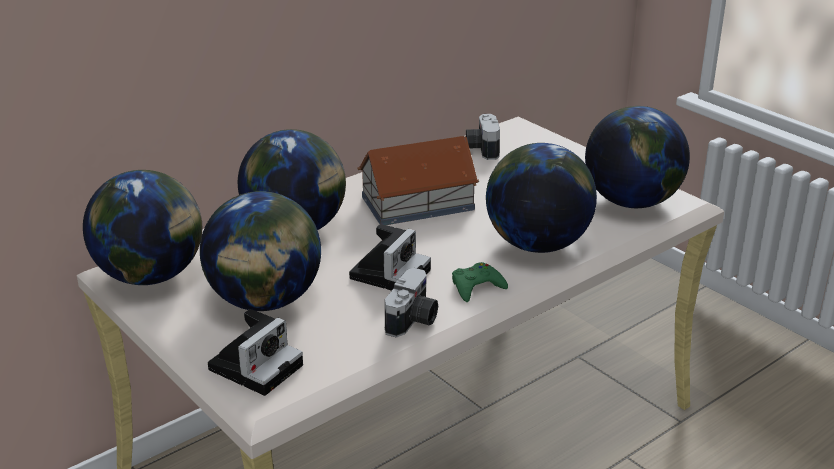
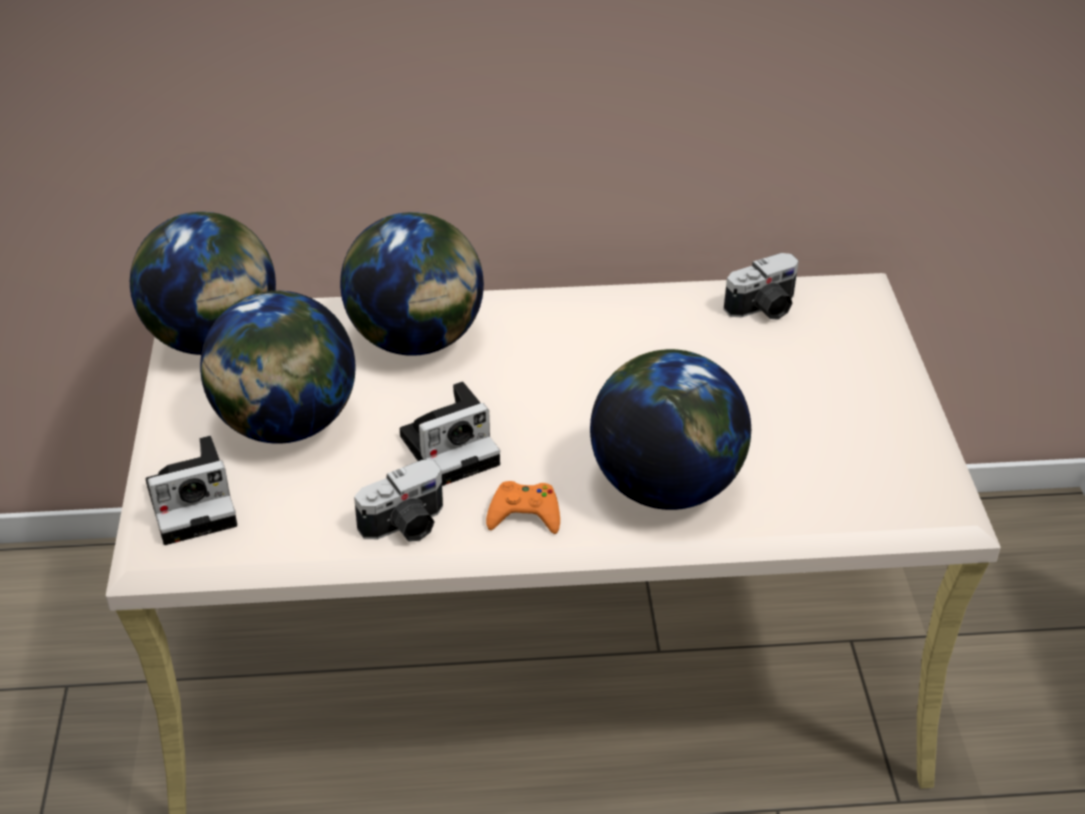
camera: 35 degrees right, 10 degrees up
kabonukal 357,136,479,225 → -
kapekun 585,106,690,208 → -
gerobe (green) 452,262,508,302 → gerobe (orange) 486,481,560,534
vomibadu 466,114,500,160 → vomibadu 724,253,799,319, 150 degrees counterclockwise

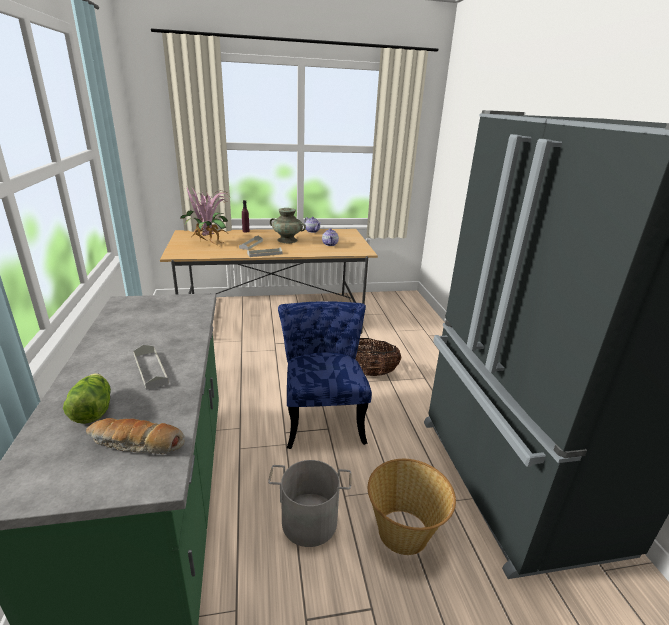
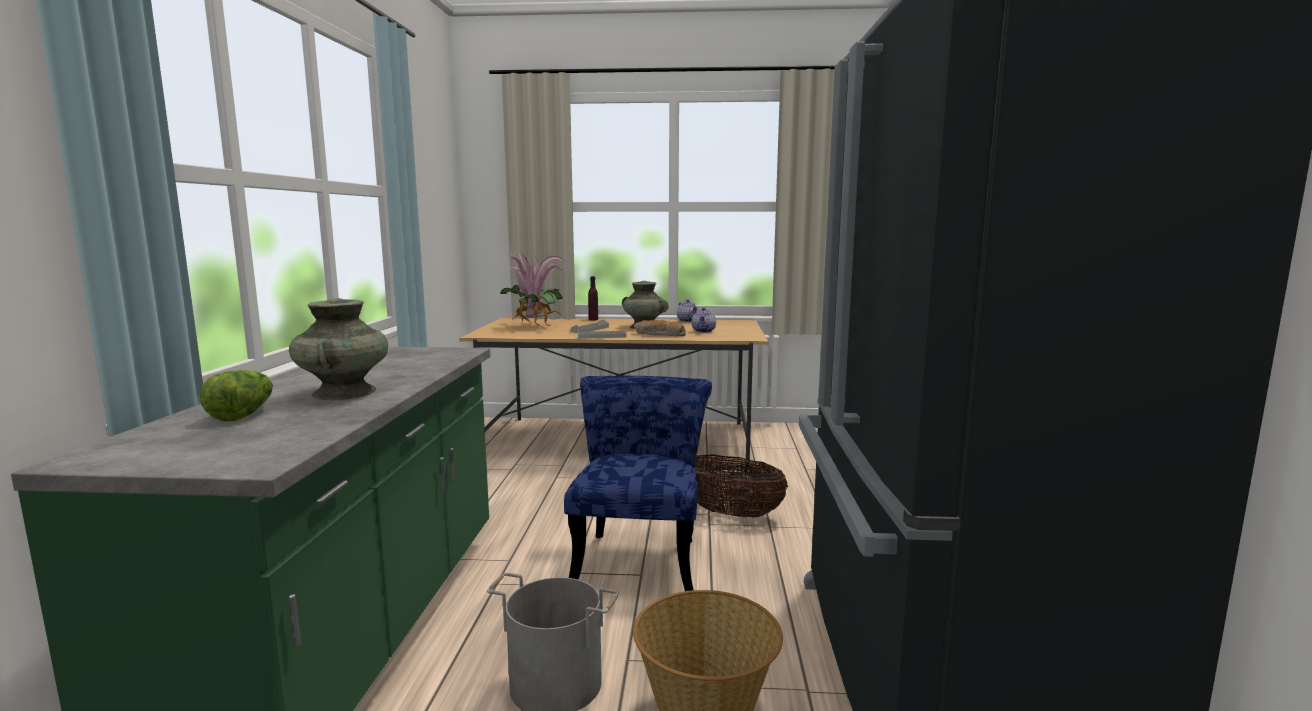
camera: 15 degrees right, 15 degrees down
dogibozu 86,418,185,454 → dogibozu 634,320,686,336, relocated
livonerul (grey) 133,345,169,390 → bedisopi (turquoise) 289,298,388,400

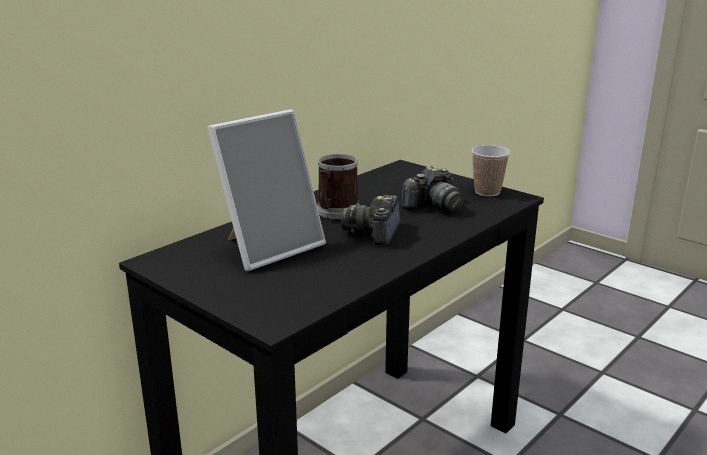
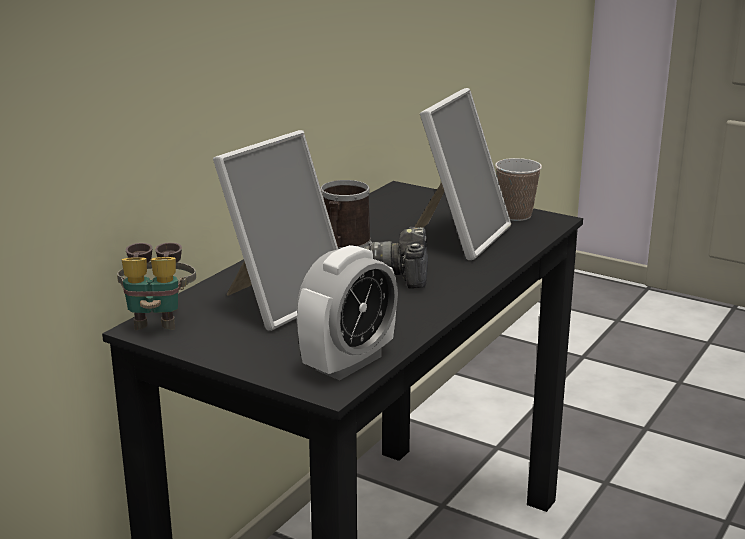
camera: 10 degrees left, 0 degrees up
- → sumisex 117,242,196,330
- → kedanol 297,245,398,380
vomibadu 402,166,464,213 → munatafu 414,88,511,260

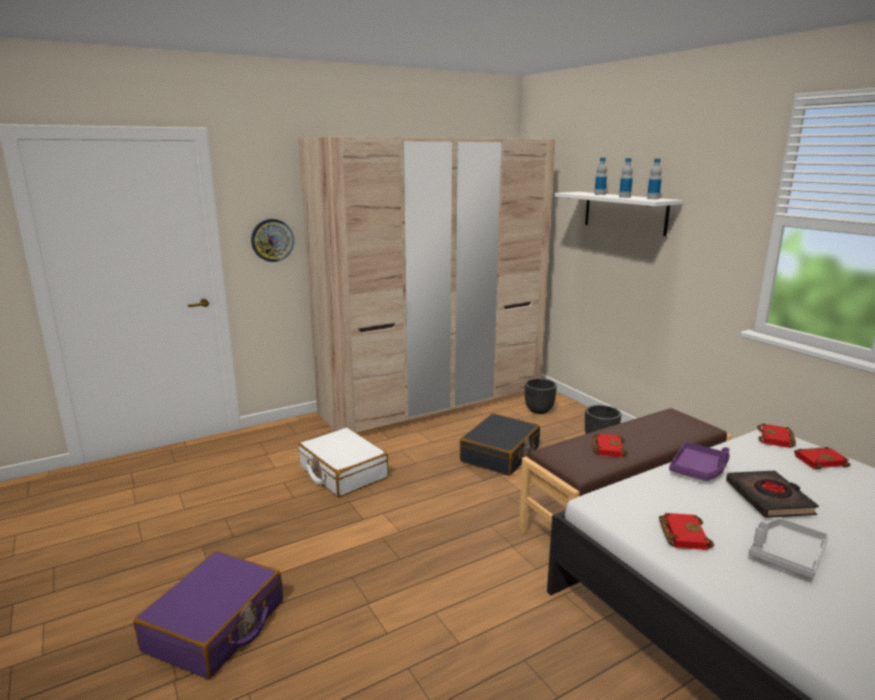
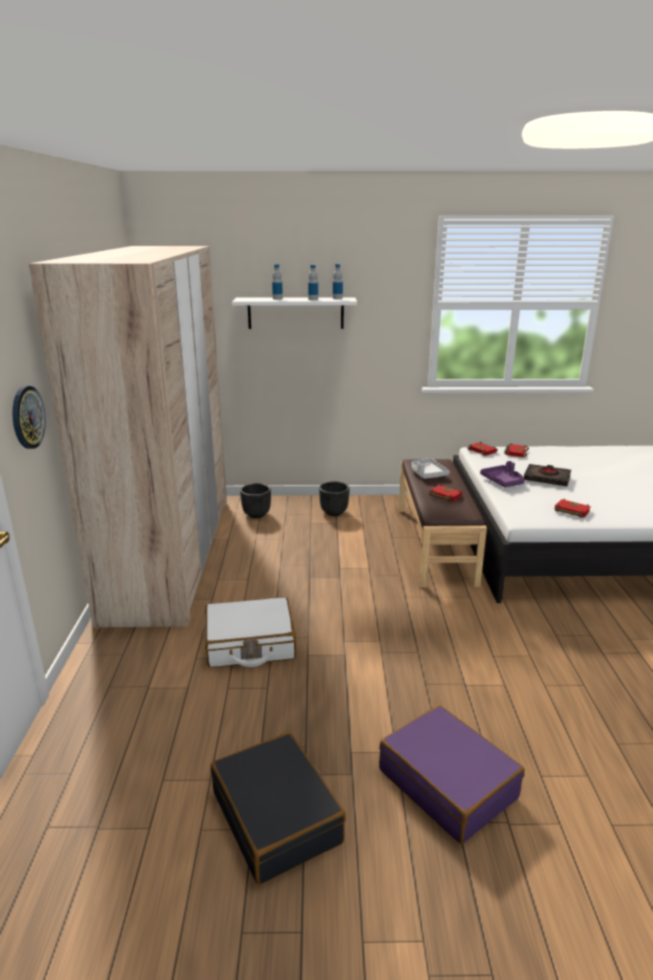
camera: 60 degrees left, 5 degrees up
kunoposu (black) 460,413,540,476 → kunoposu (black) 211,732,346,885, relocated
livonerul (grey) 749,518,829,578 → livonerul (grey) 412,458,449,479, relocated

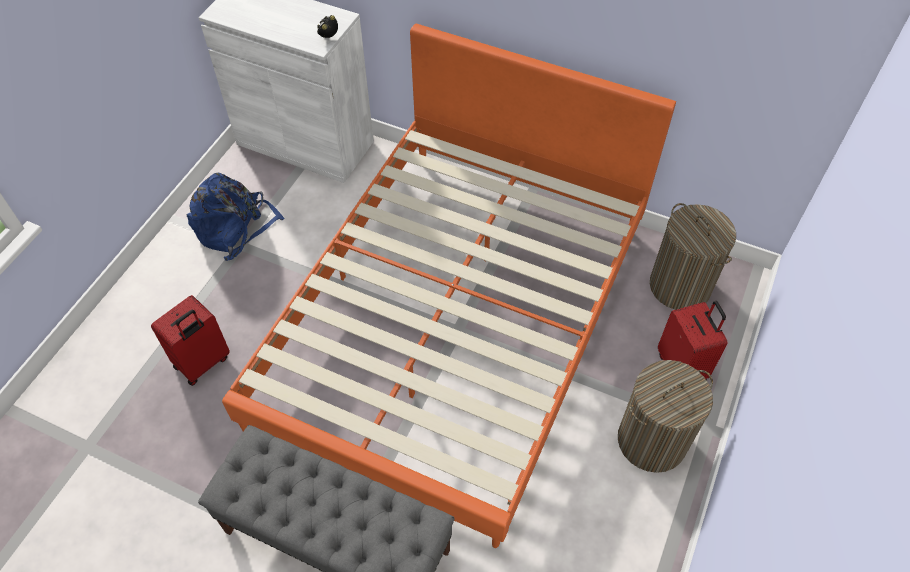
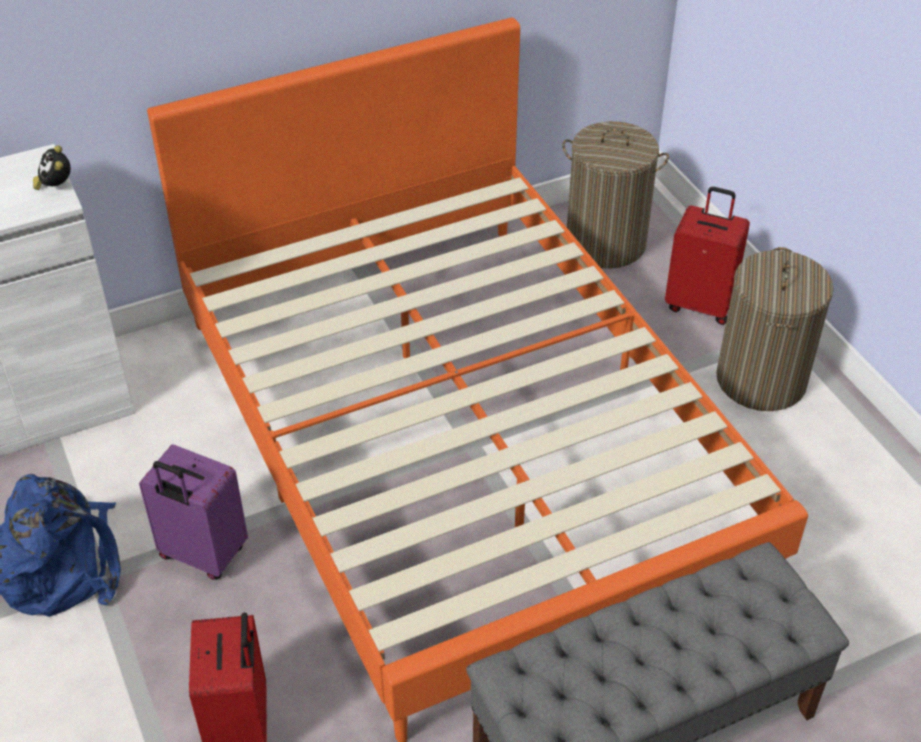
camera: 50 degrees left, 10 degrees down
- → kunoposu (purple) 139,444,248,580

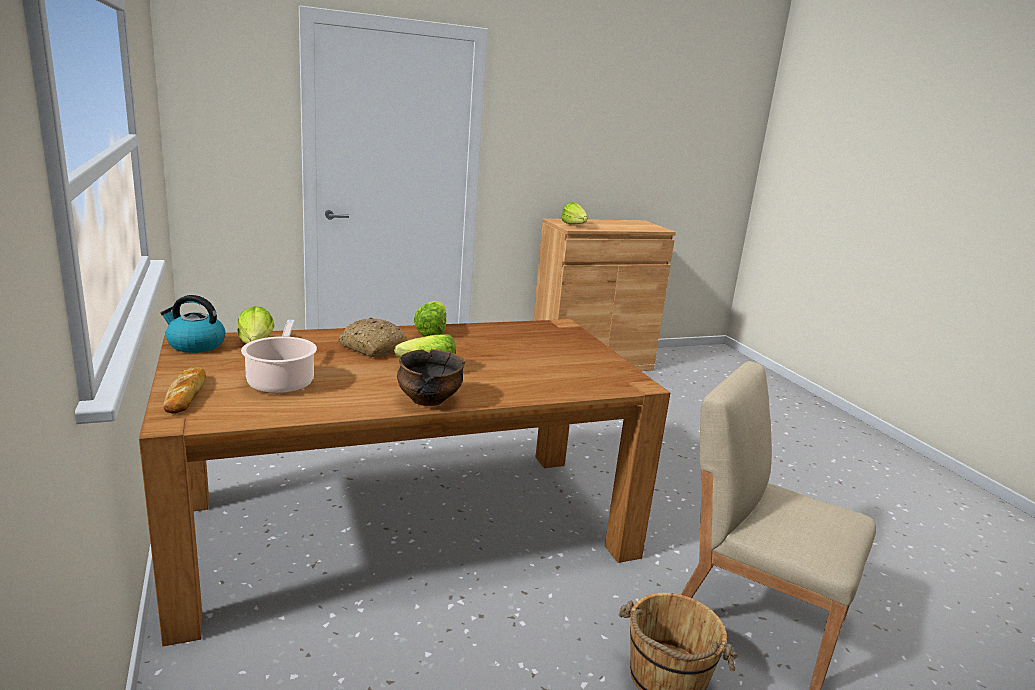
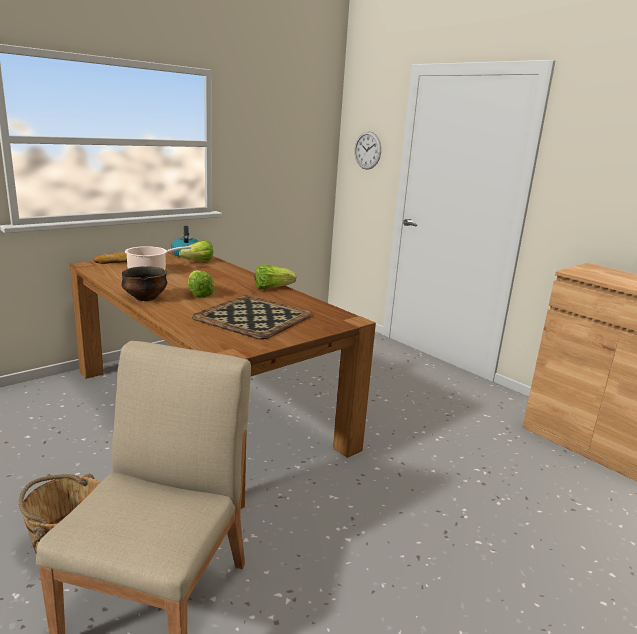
camera: 70 degrees right, 0 degrees up
dogibozu 338,318,407,357 → -
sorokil 561,202,587,225 → -
- → livonerul 192,295,312,340
- → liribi 354,131,381,170

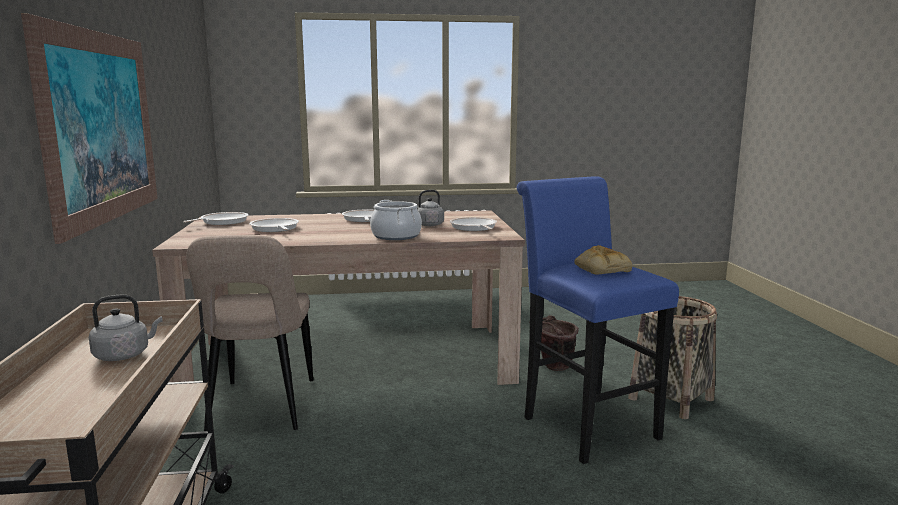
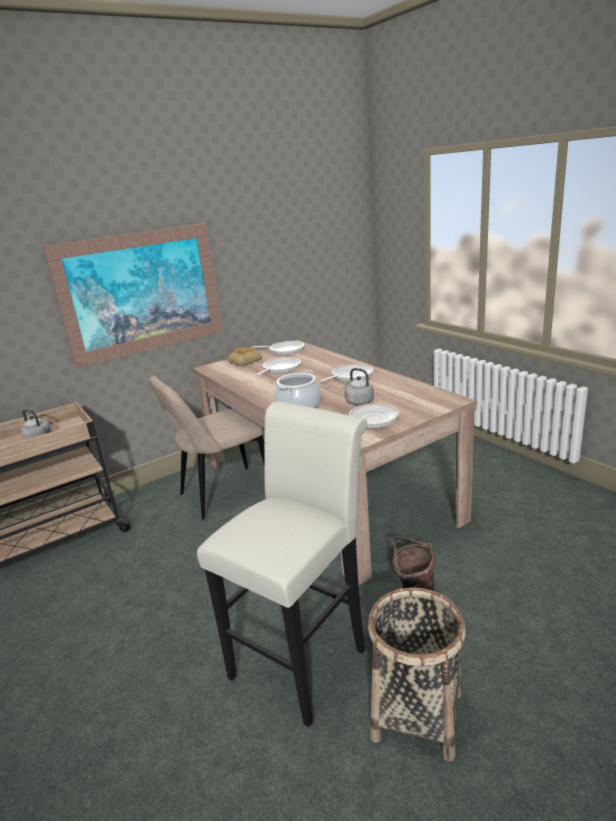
camera: 65 degrees right, 10 degrees up
dogibozu 574,245,632,275 → dogibozu 228,347,262,366, relocated
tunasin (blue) 517,176,679,464 → tunasin (white) 197,401,367,727

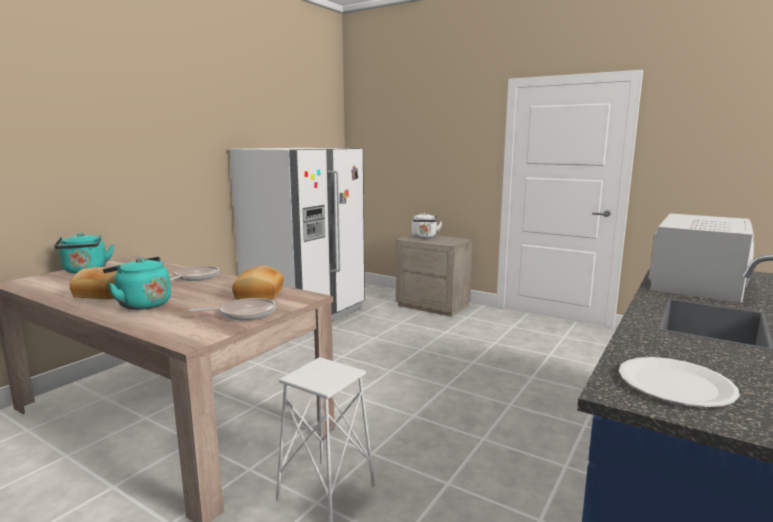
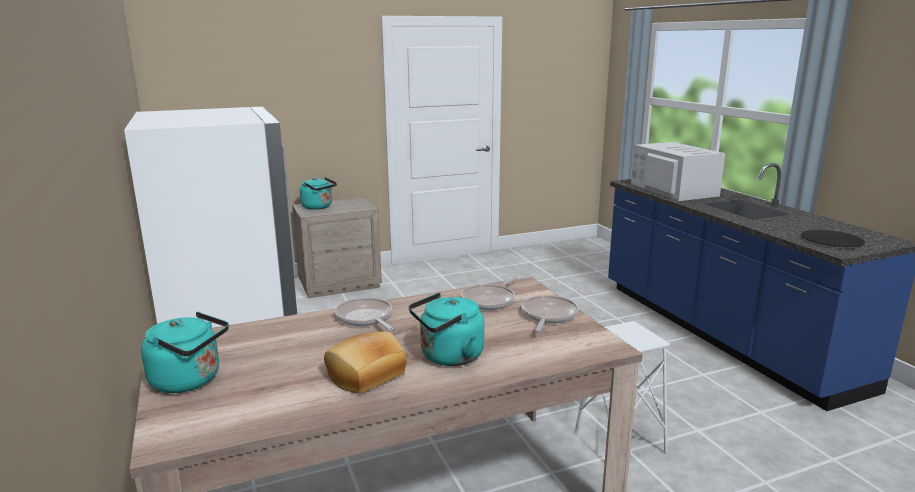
camera: 55 degrees left, 5 degrees up
dogibozu 232,266,283,300 → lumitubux 461,276,518,310
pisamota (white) 412,213,443,238 → pisamota (turquoise) 300,177,337,210
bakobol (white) 619,357,739,407 → bakobol (black) 801,230,865,247

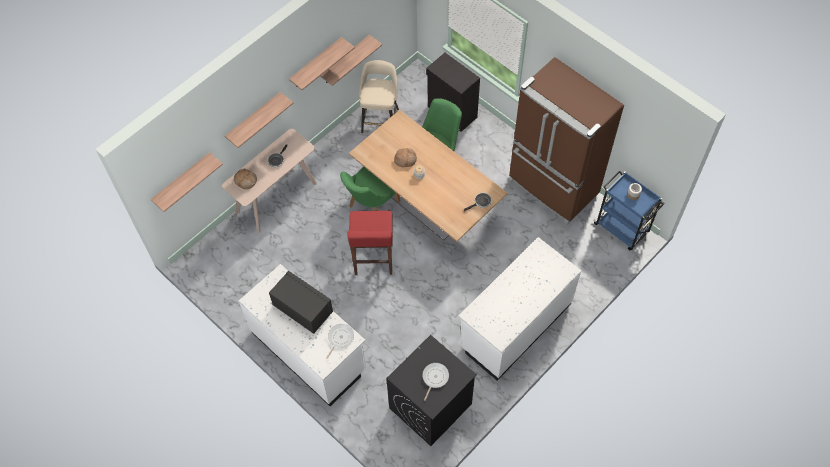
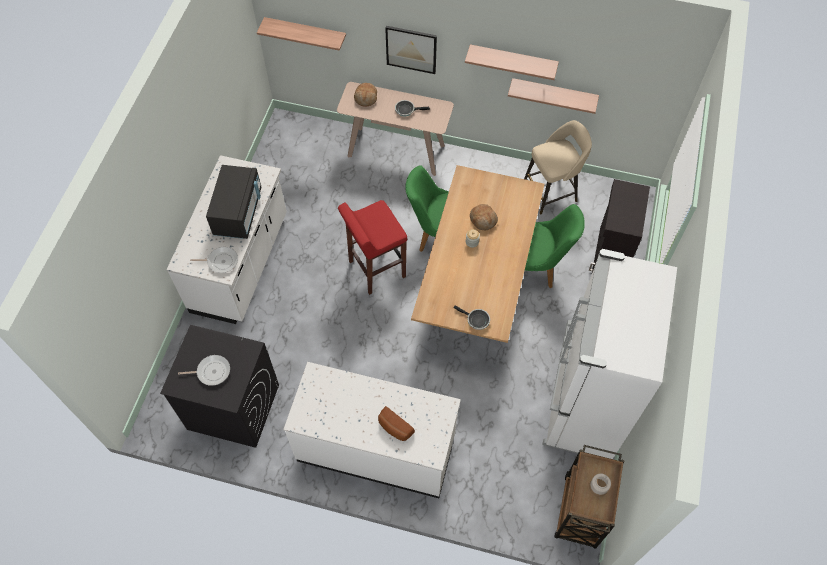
camera: 60 degrees right, 0 degrees up
- → dogibozu 378,406,415,441
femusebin 225,92,294,148 → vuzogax 385,26,437,74
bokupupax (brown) 508,57,624,225 → bokupupax (white) 542,249,677,459
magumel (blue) 593,171,664,251 → magumel (brown) 554,445,625,549

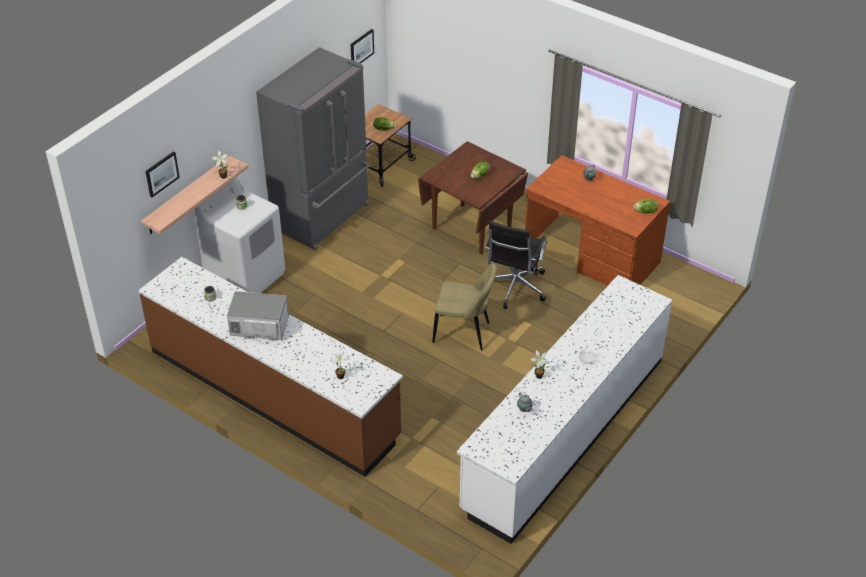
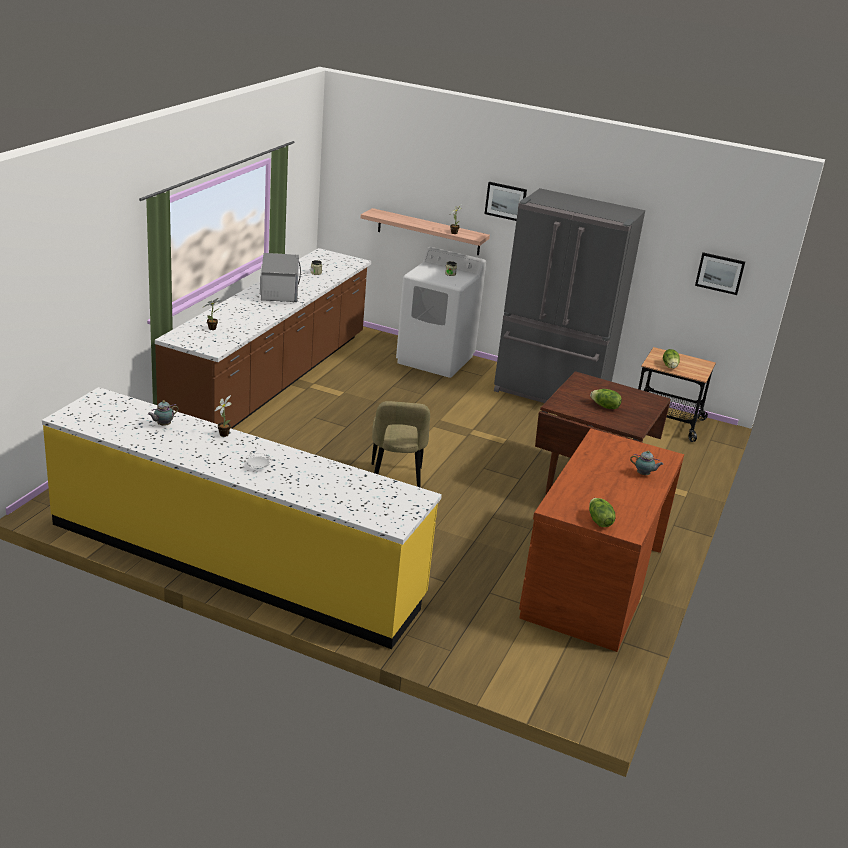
camera: 75 degrees right, 15 degrees down
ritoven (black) 485,221,547,309 → -
vuzogax 145,151,180,197 → vuzogax 484,182,527,221, relocated
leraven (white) 457,275,672,544 → leraven (yellow) 42,387,442,649

